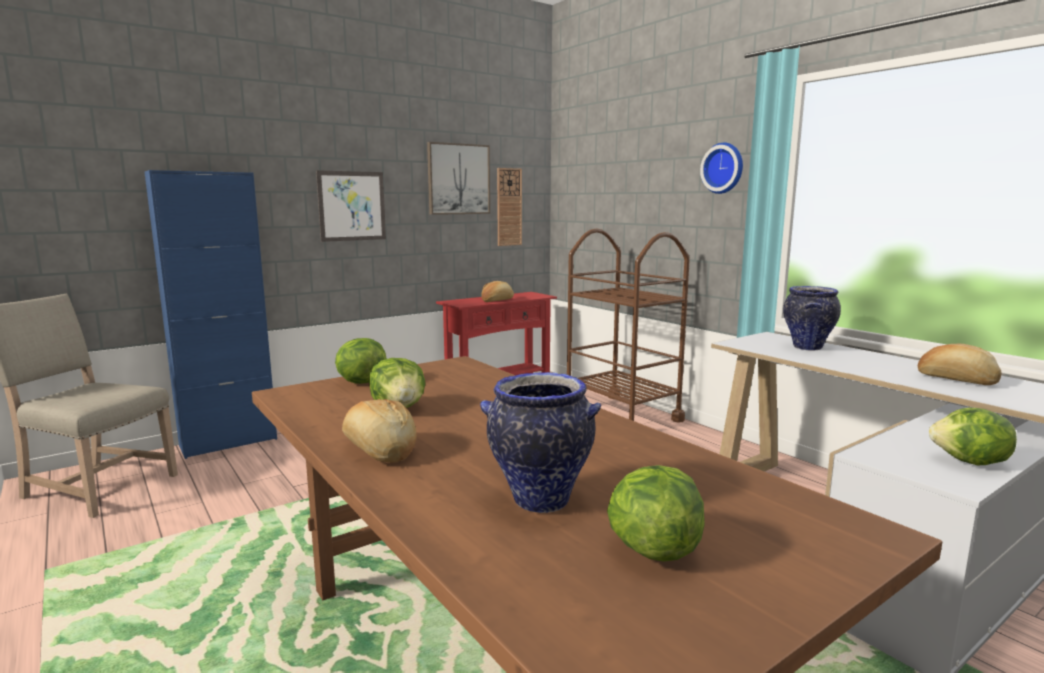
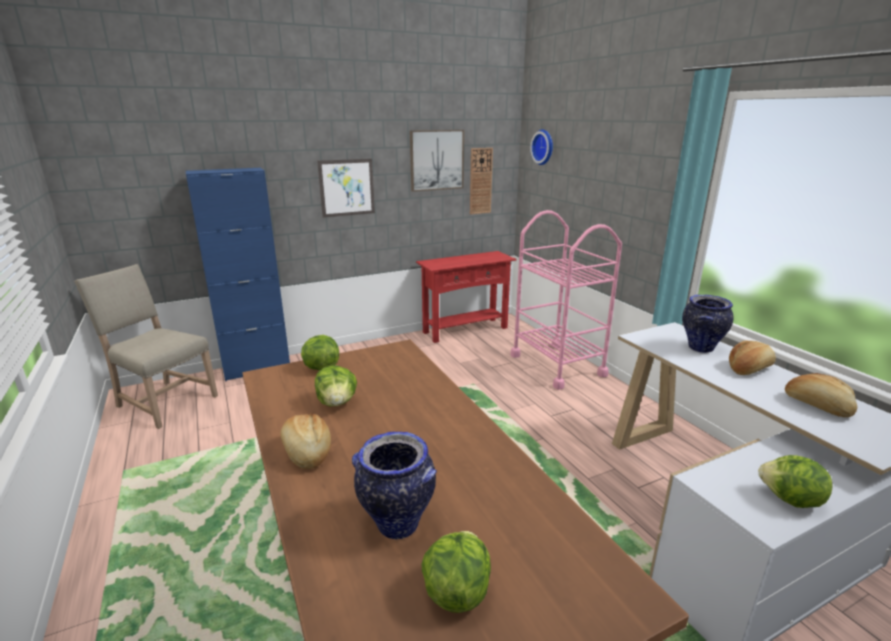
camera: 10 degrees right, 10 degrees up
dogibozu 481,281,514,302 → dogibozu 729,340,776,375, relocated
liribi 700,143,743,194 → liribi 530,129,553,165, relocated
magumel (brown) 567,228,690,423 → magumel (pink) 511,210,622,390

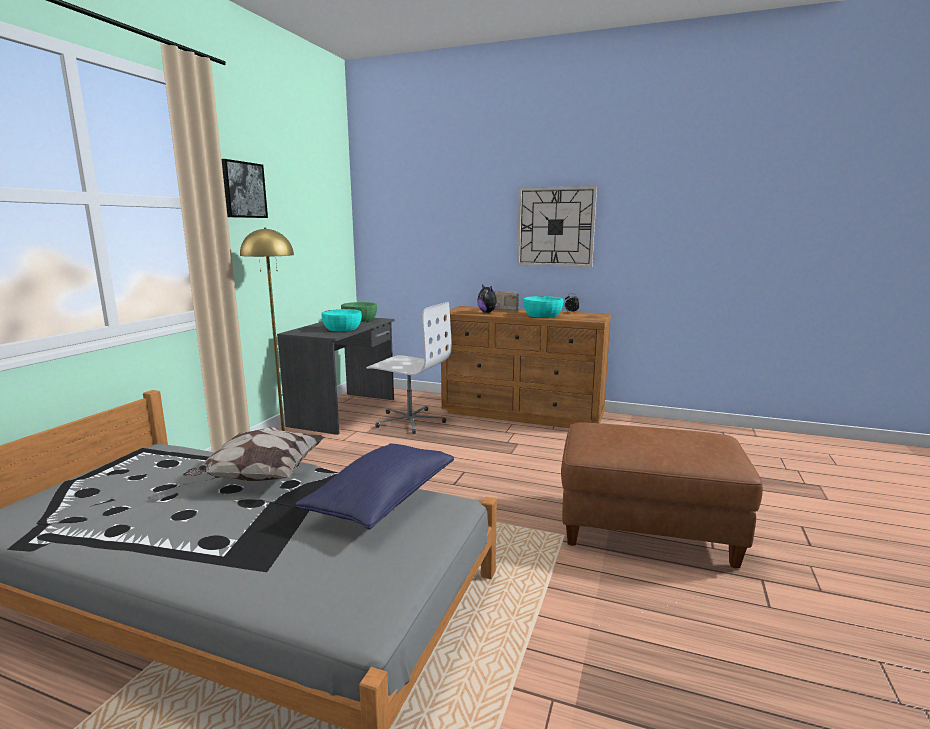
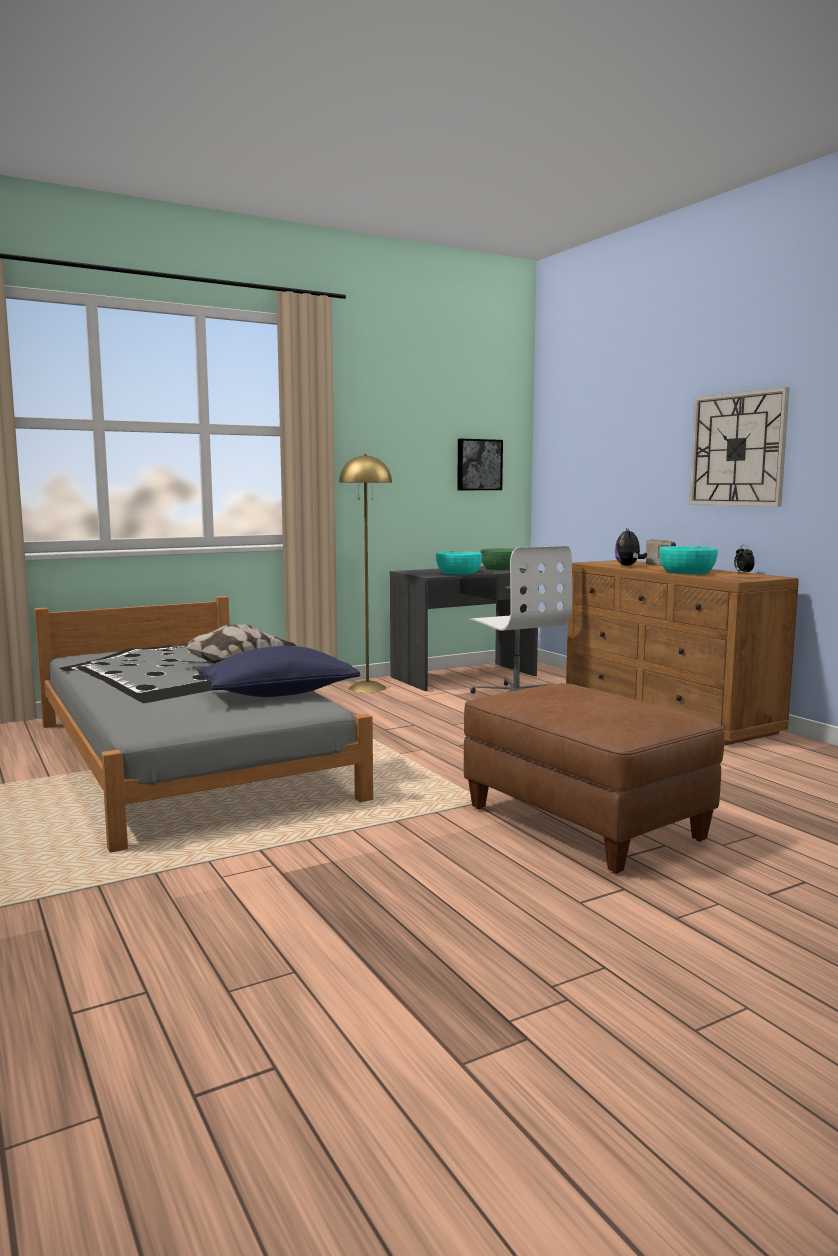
camera: 40 degrees right, 5 degrees down
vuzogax 222,159,268,218 → vuzogax 457,439,503,490, relocated

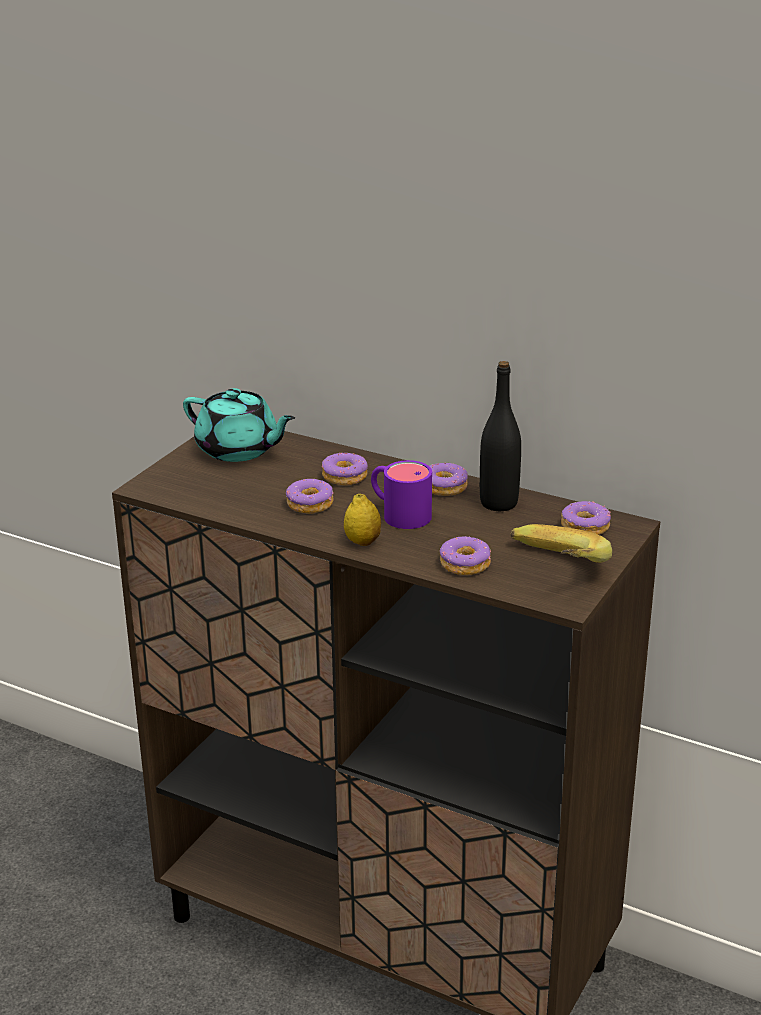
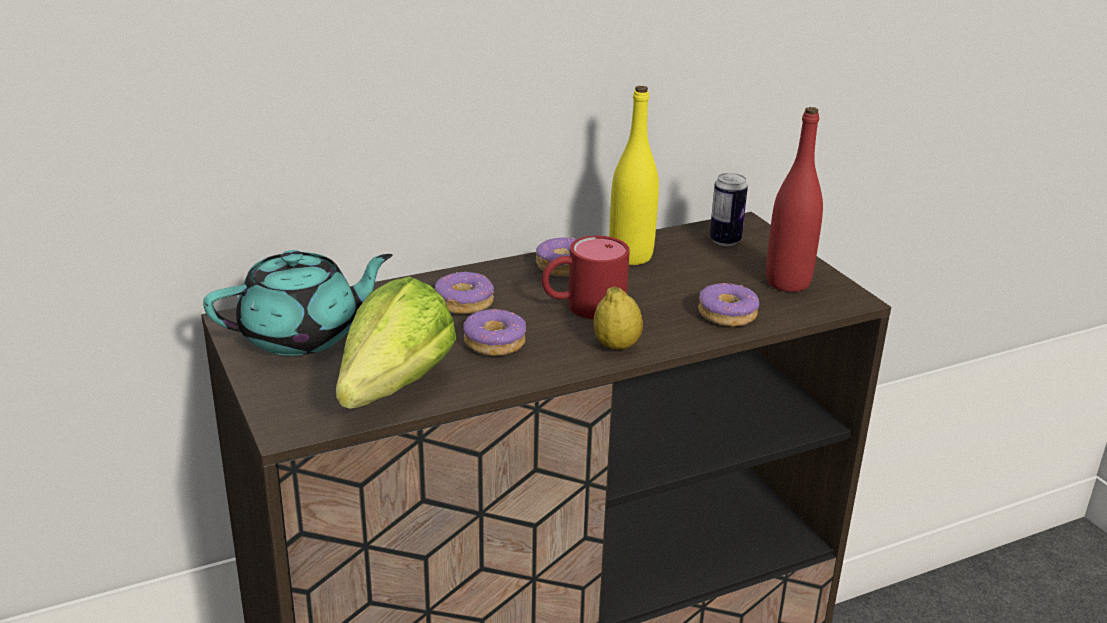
camera: 55 degrees left, 0 degrees up
- → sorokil 336,277,457,409
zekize 511,524,612,563 → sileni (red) 766,107,823,292
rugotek 561,501,611,535 → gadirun 710,173,748,246
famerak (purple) 371,460,432,529 → famerak (red) 542,236,630,320
sileni (black) 480,361,521,511 → sileni (yellow) 609,86,659,265

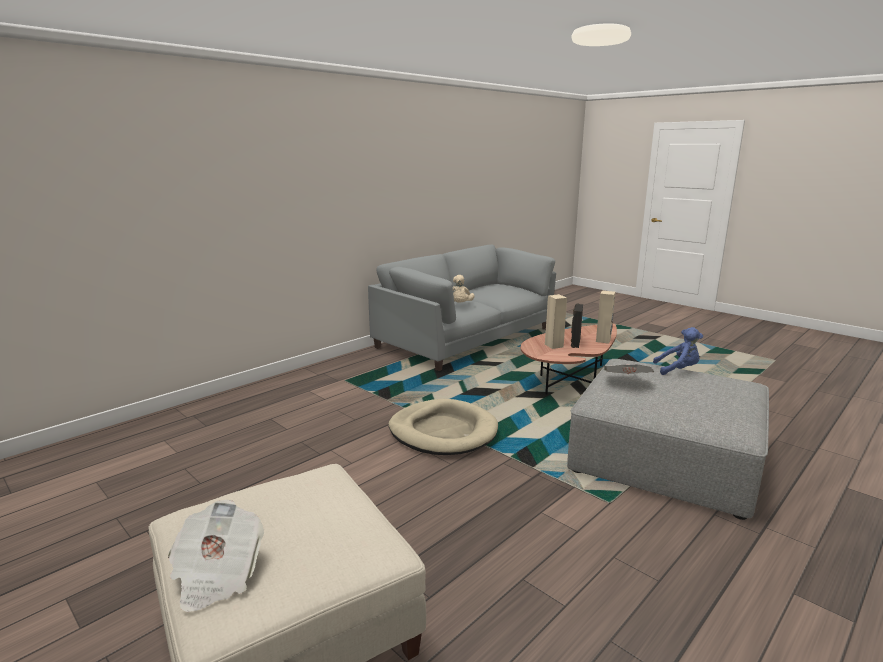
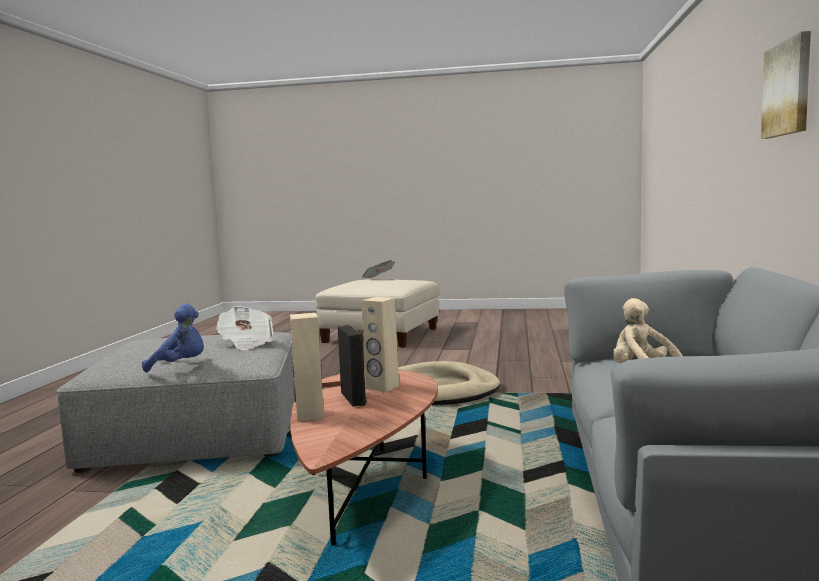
camera: 145 degrees right, 10 degrees down
- → vuzogax 761,31,811,139
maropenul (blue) 653,327,703,375 → maropenul (blue) 142,304,204,372, 150 degrees counterclockwise

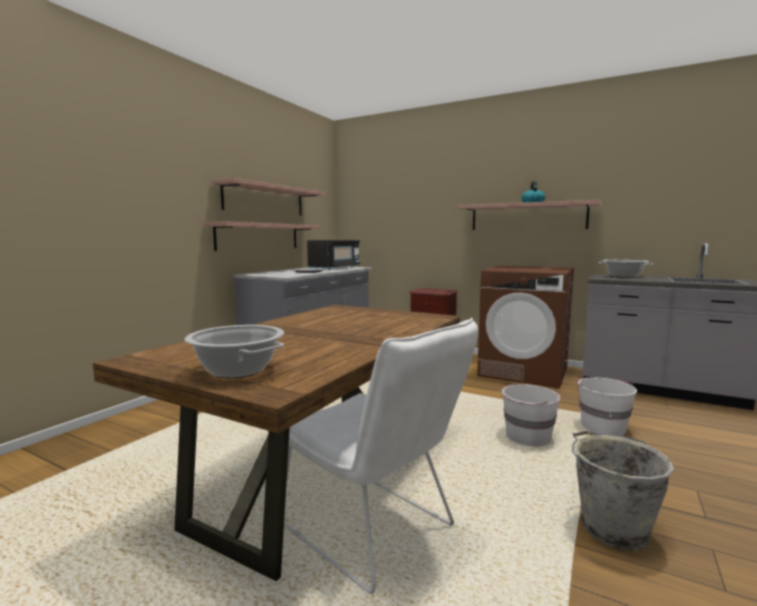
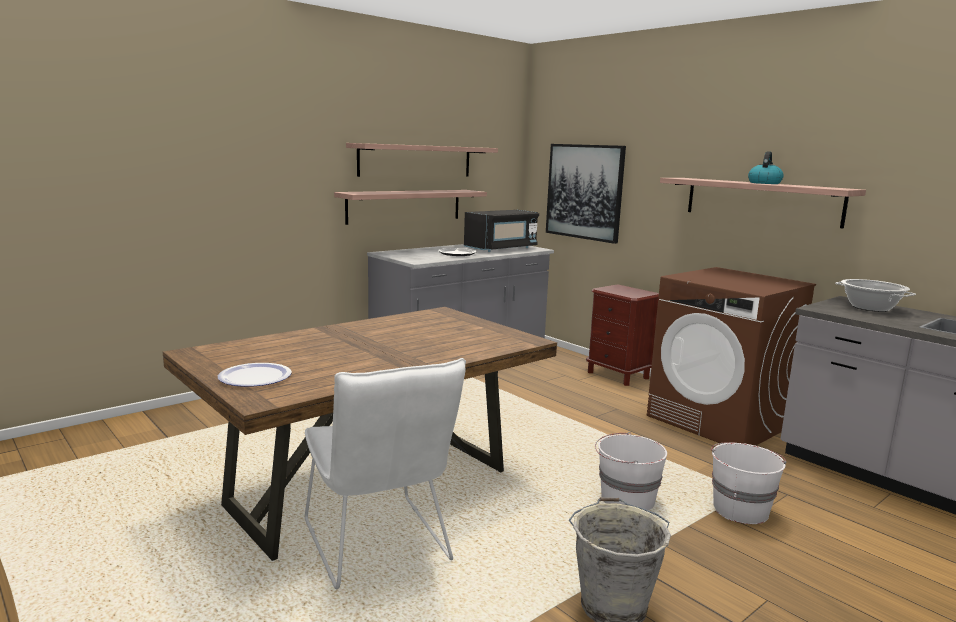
camera: 20 degrees right, 5 degrees up
- → vuzogax 546,144,626,244
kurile 185,325,284,378 → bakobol 218,363,292,387

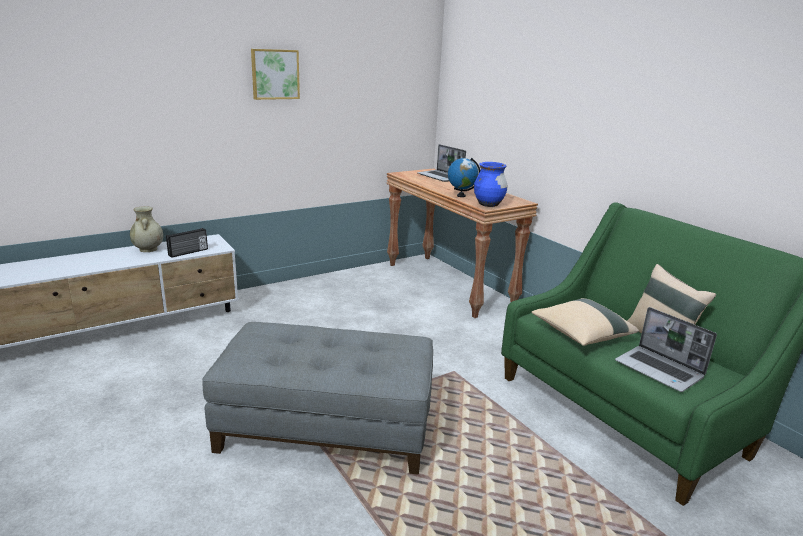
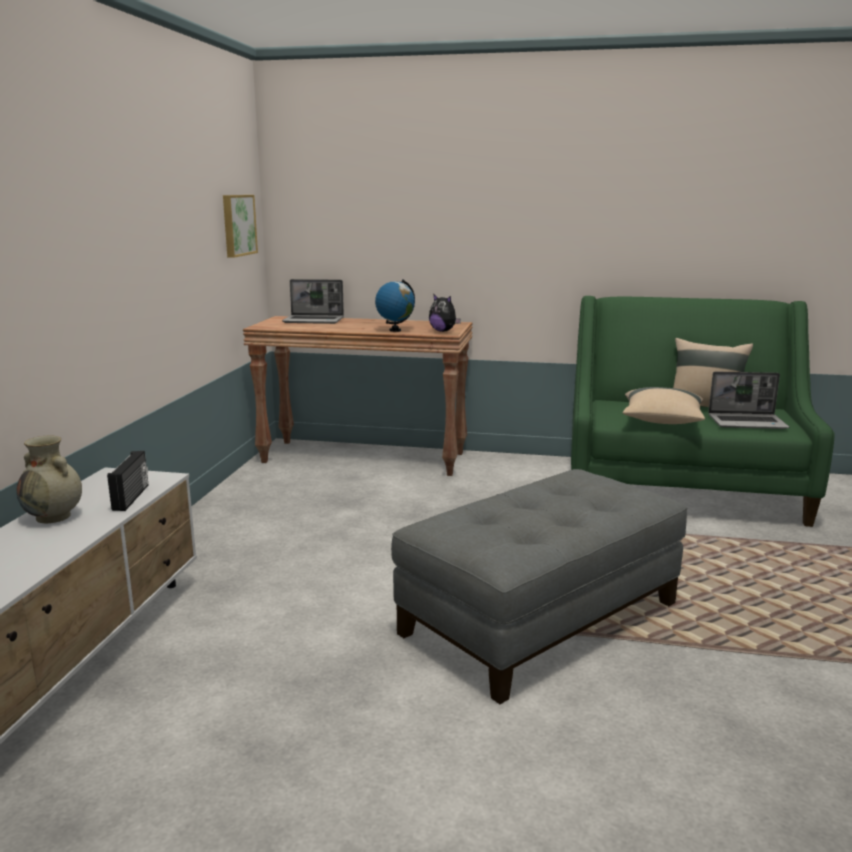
camera: 45 degrees left, 5 degrees down
vuzogax 251,49,300,100 → vuzogax 223,195,258,258, relocated
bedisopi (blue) 474,162,508,207 → maropenul 429,294,461,332

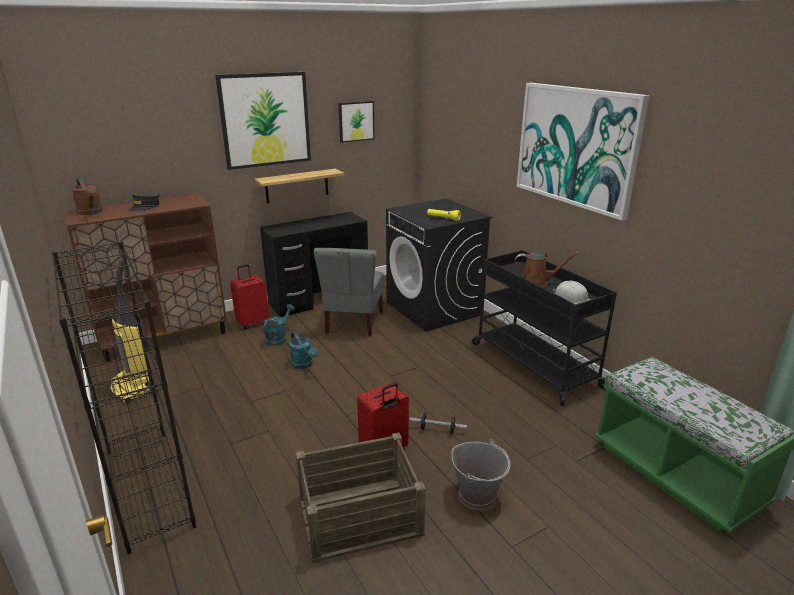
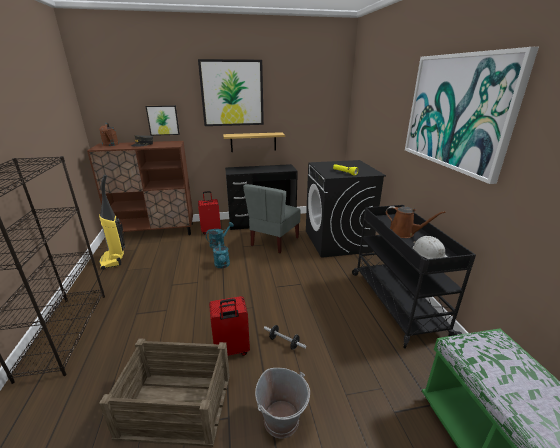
camera: 20 degrees right, 0 degrees up
vuzogax 338,101,375,143 → vuzogax 146,105,180,136, relocated

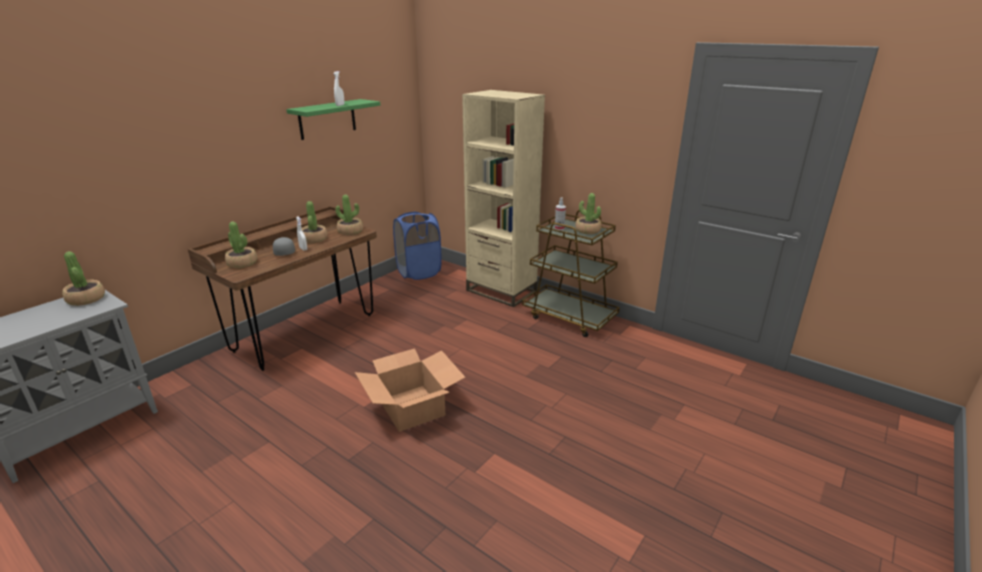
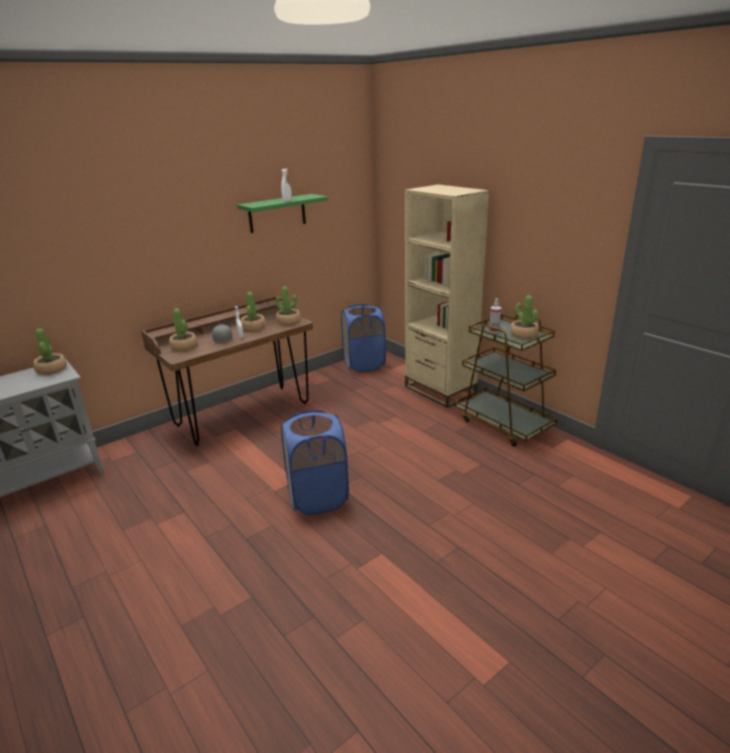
camera: 15 degrees right, 0 degrees up
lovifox 355,348,465,432 → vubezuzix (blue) 281,410,349,515

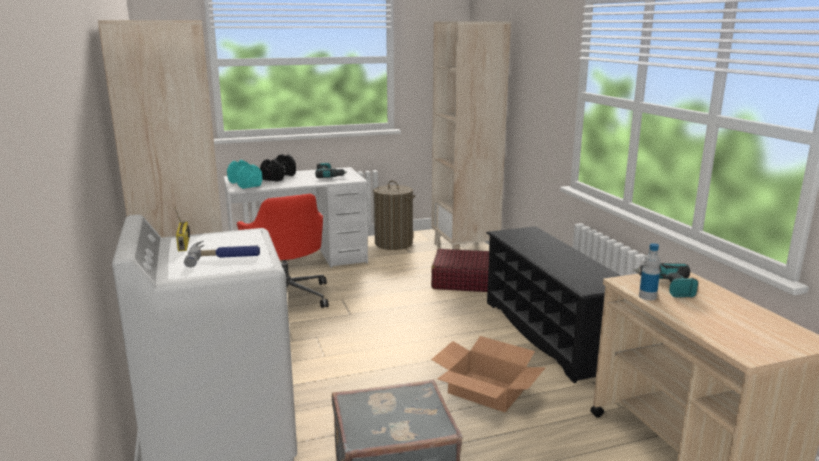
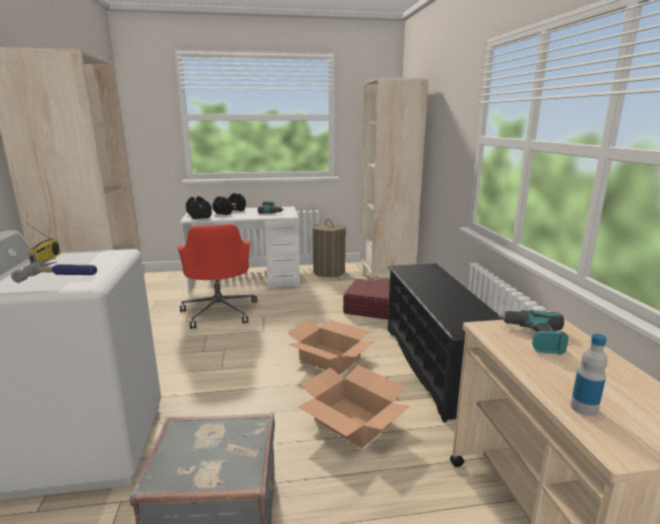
camera: 10 degrees right, 0 degrees up
- → lovifox 287,320,374,375
sileni 639,243,660,300 → sileni 570,334,608,416, relocated
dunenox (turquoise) 227,160,263,189 → dunenox (black) 186,196,212,219

